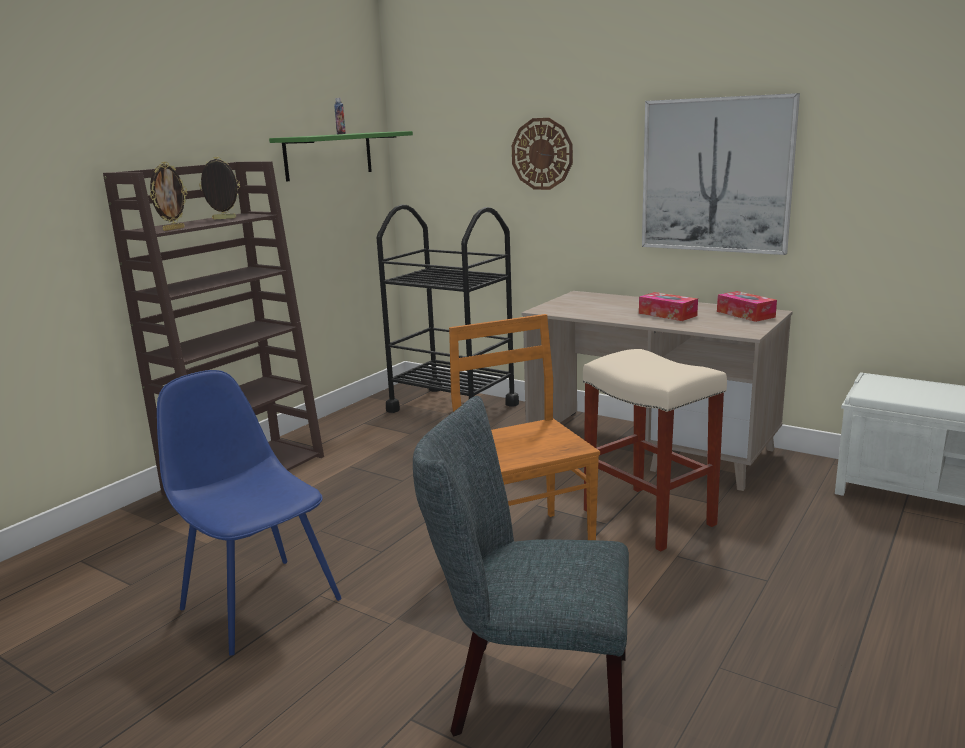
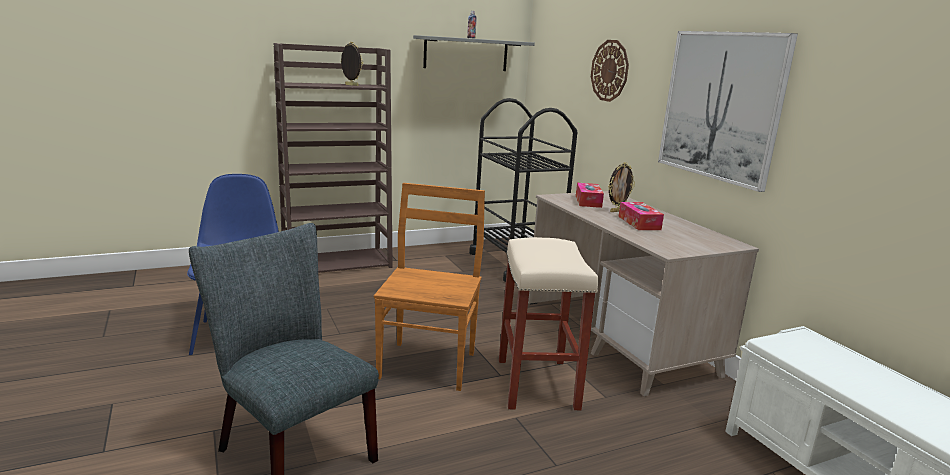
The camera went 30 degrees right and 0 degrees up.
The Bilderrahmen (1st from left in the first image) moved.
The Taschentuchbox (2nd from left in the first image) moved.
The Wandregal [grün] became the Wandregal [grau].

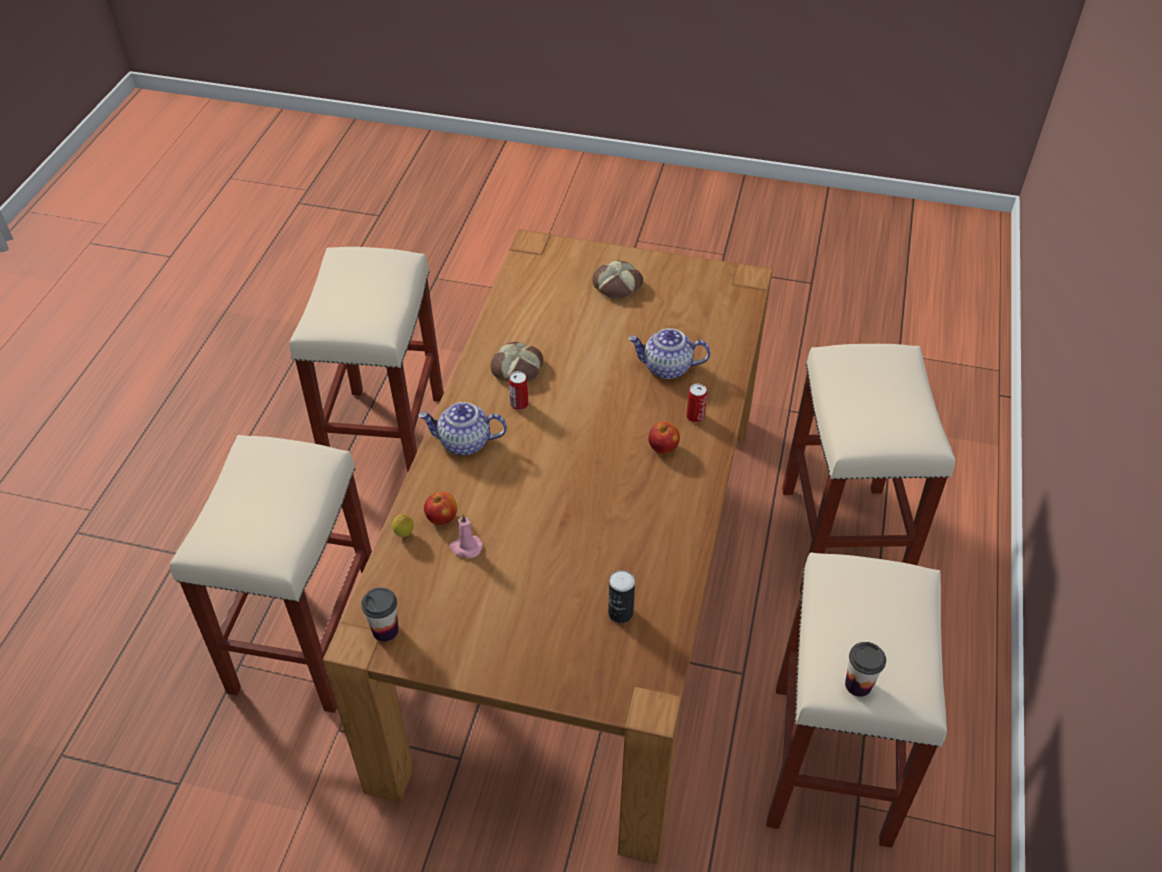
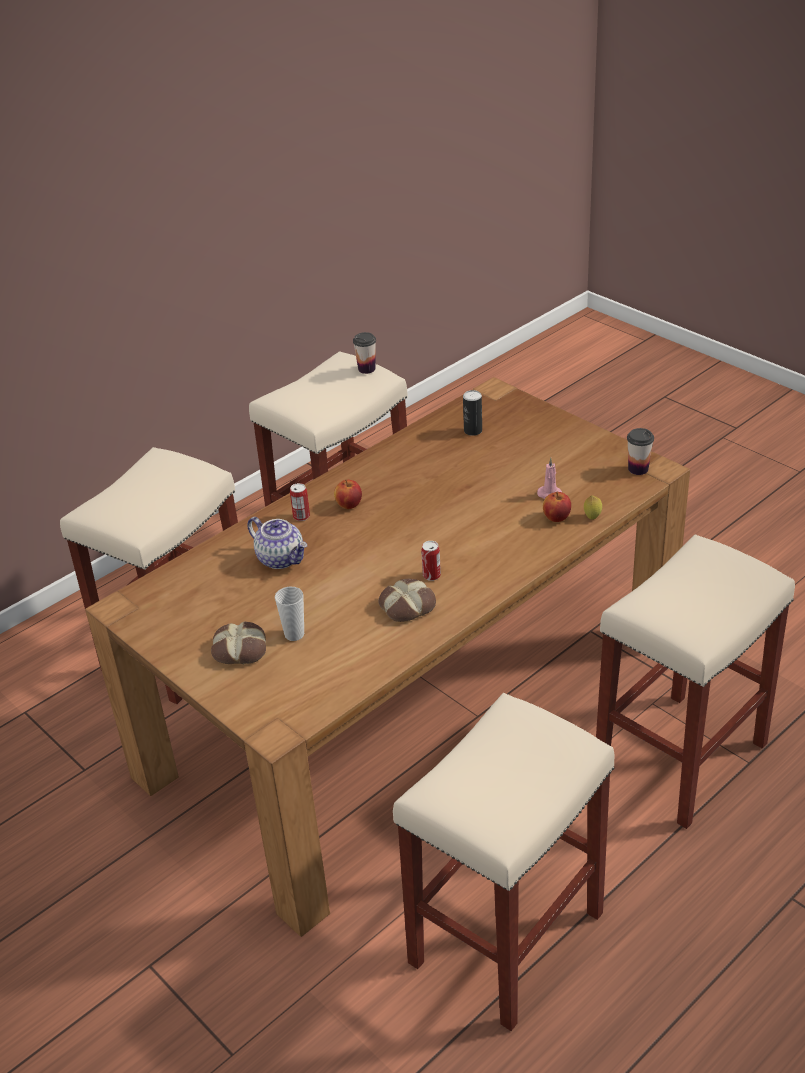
The camera went 145 degrees left and 10 degrees down.
The Teekanne (1st from left) disappeared.
The Tasse (1st from left) appeared.

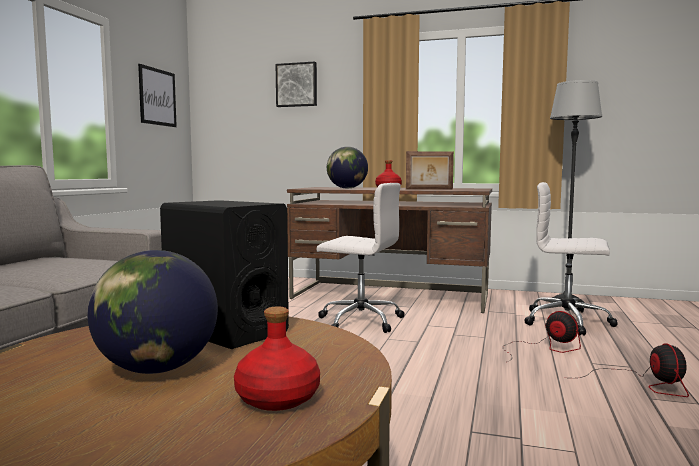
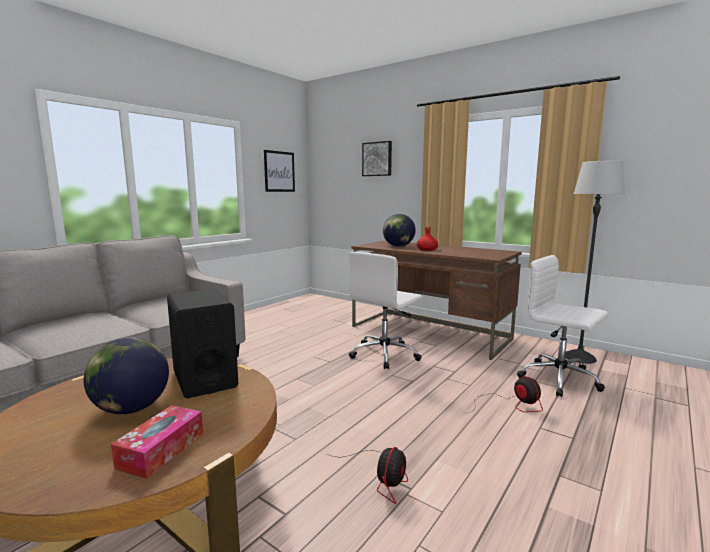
The camera went 20 degrees right and 5 degrees up.
The Bilderrahmen disappeared.
The Ventilator (2nd from left in the first image) moved.
The Flasche [rot] (1st from left) was replaced by the Taschentuchbox.
The Bürostuhl [weiß] (1st from left) turned 90 degrees clockwise.

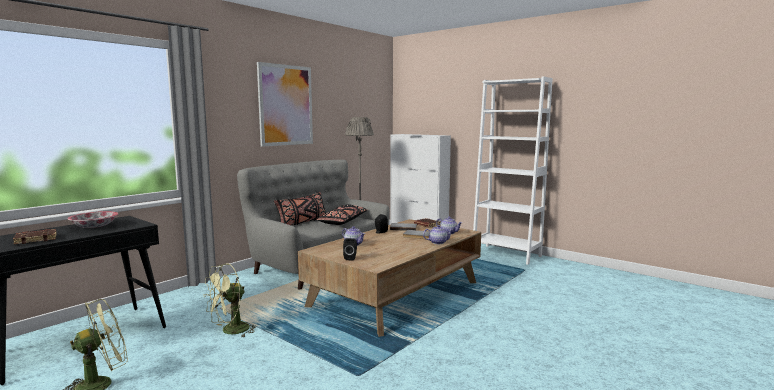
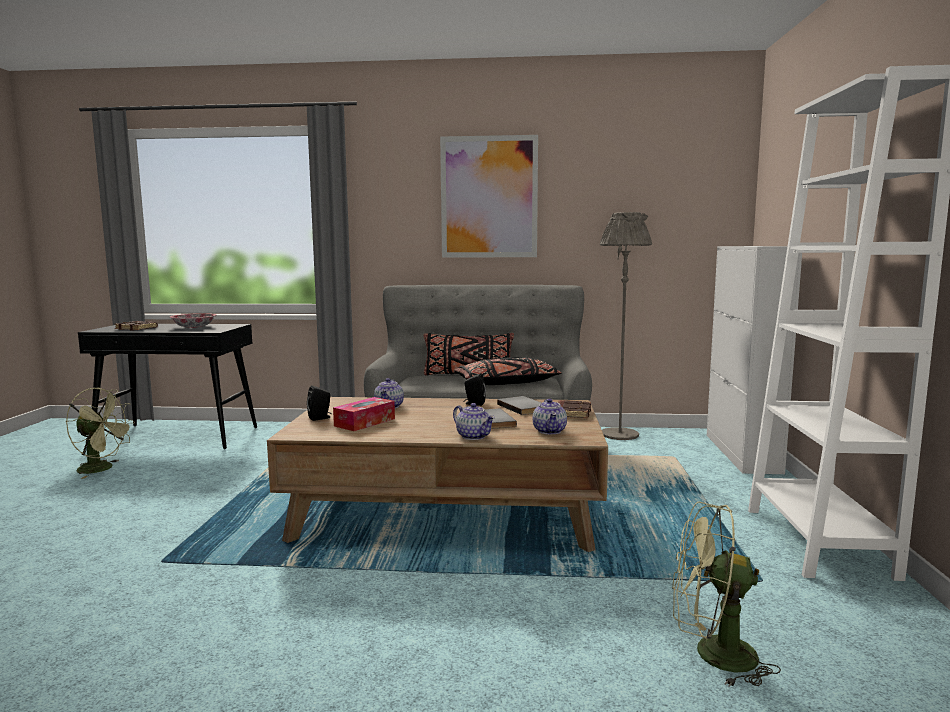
The camera went 55 degrees right and 0 degrees up.
The Taschentuchbox appeared.
The Ventilator [grün] (2nd from left) moved.

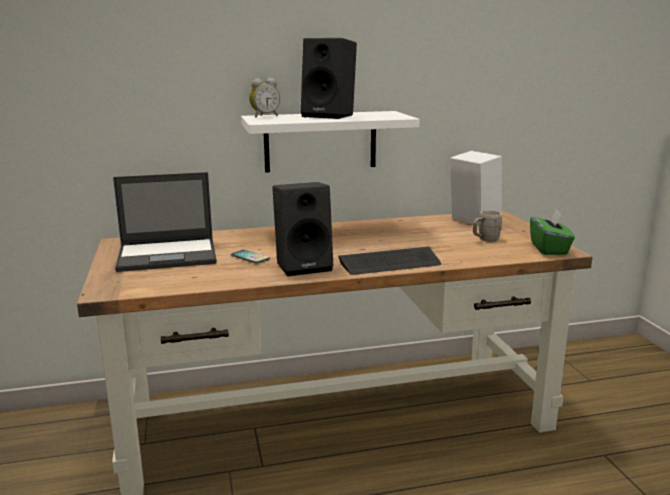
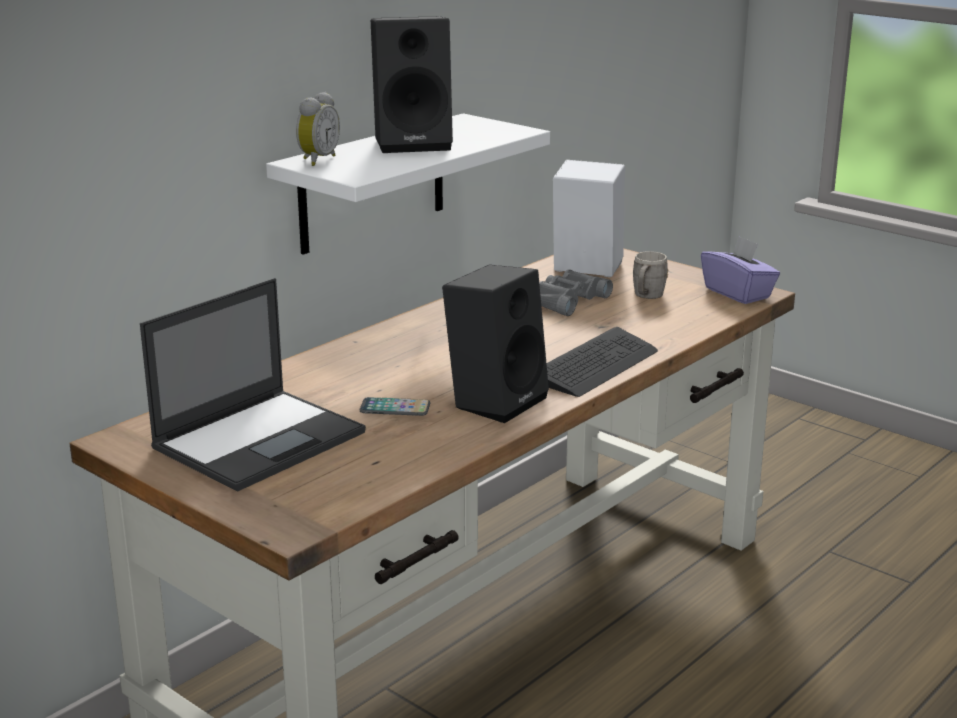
The camera went 35 degrees left and 5 degrees up.
The Fernglas [grau] appeared.
The Taschentuchbox [grün] became the Taschentuchbox [lila].

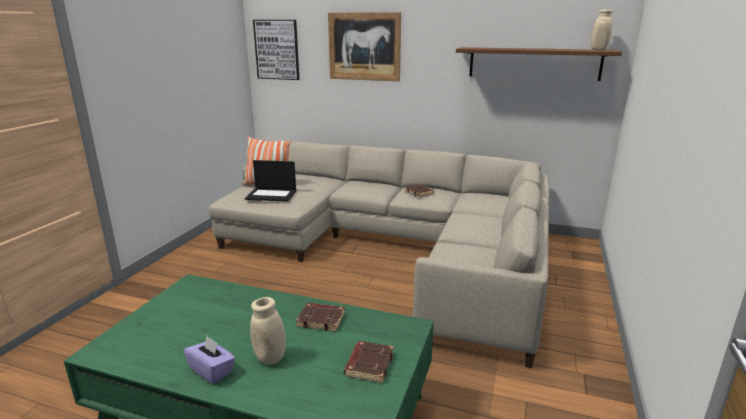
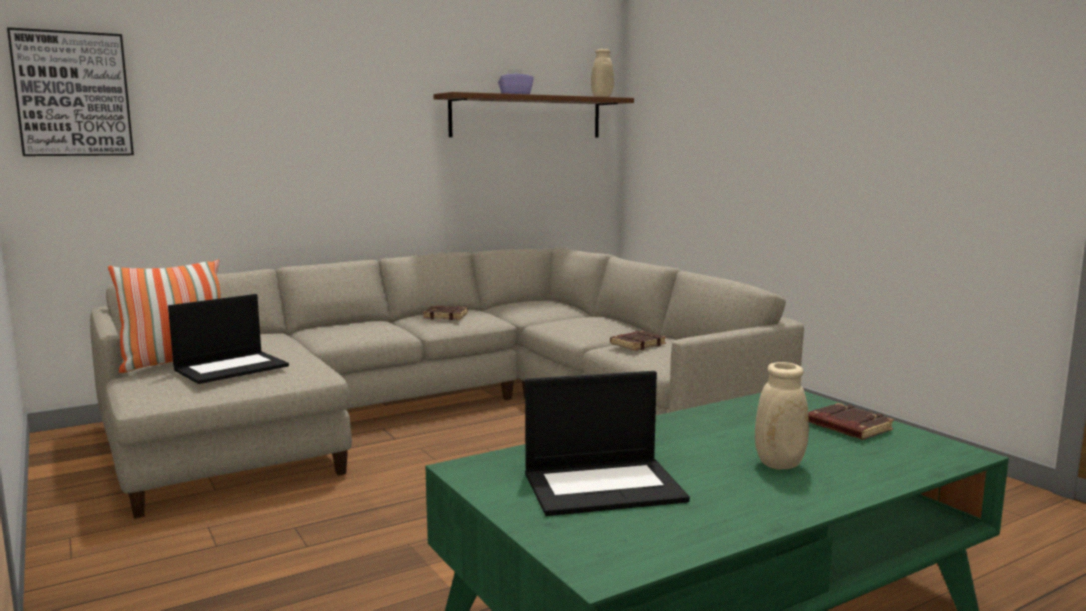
The camera went 50 degrees left and 10 degrees down.
The Bild (2nd from left) disappeared.
The Laptop (2nd from left) appeared.
The Taschentuchbox [lila] moved.
The Buch [braun] (1st from left in the first image) moved.

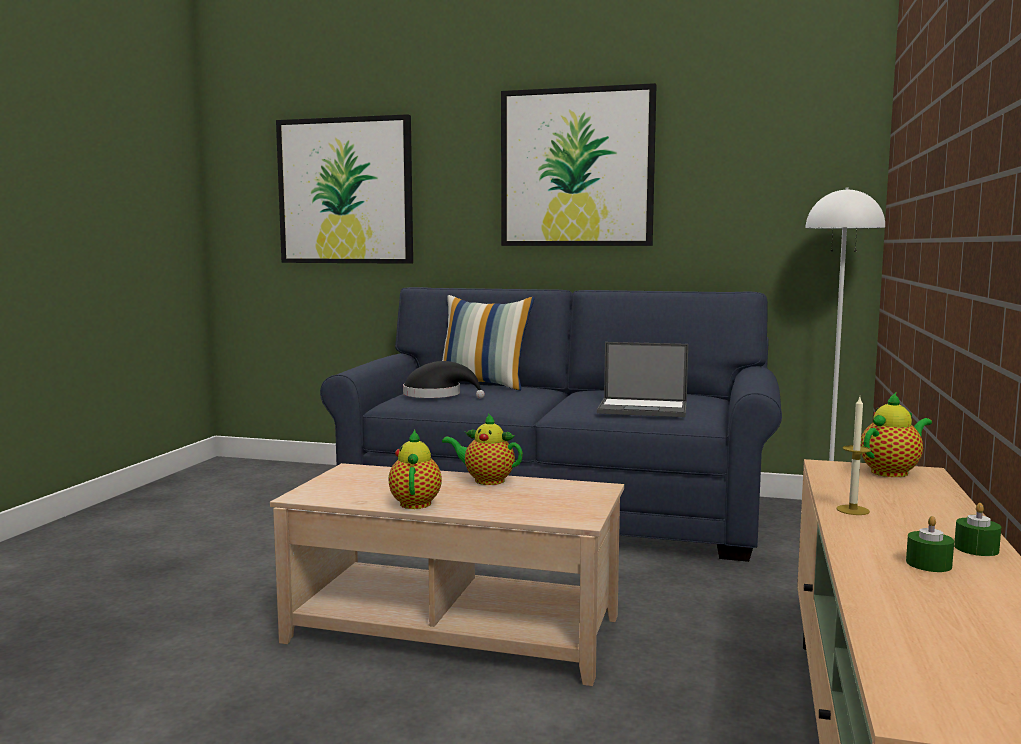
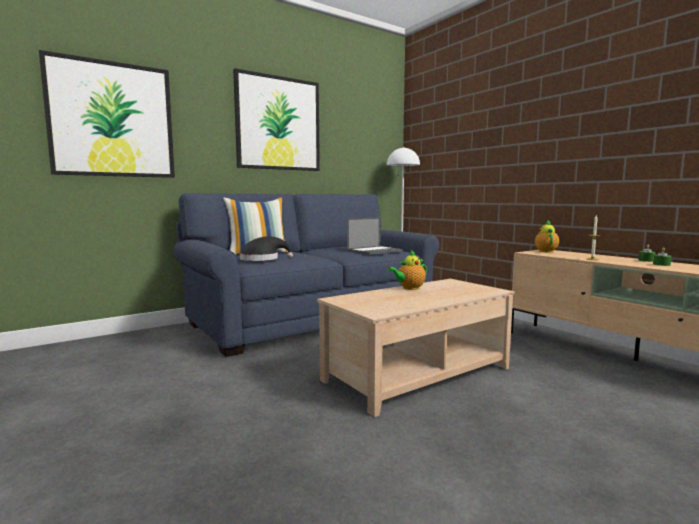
The camera went 50 degrees left and 0 degrees up.
The Teekanne (1st from left) disappeared.

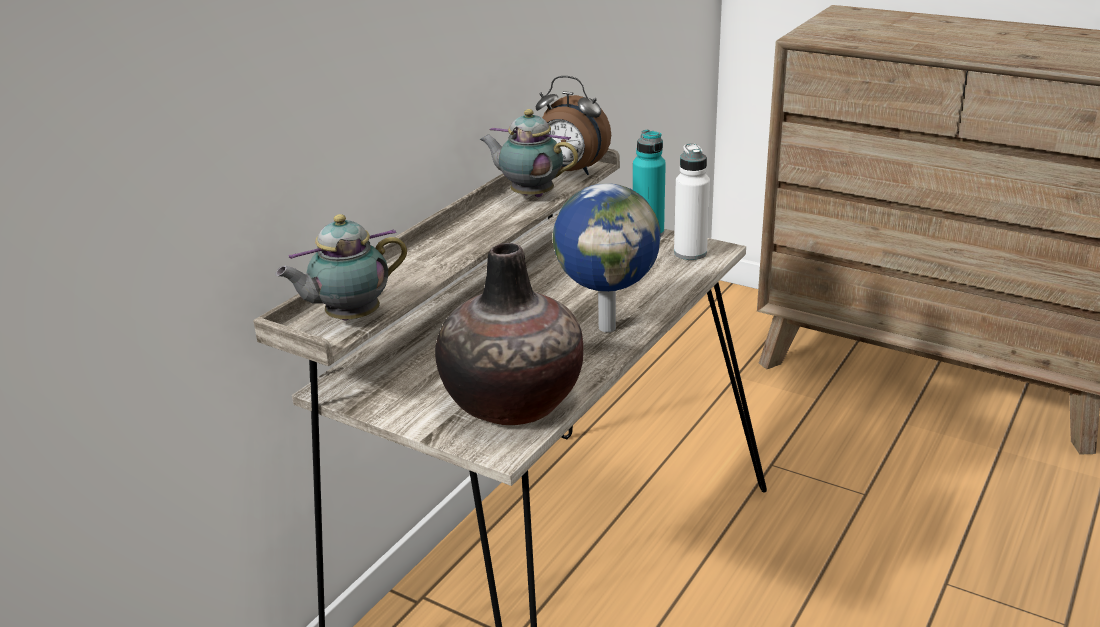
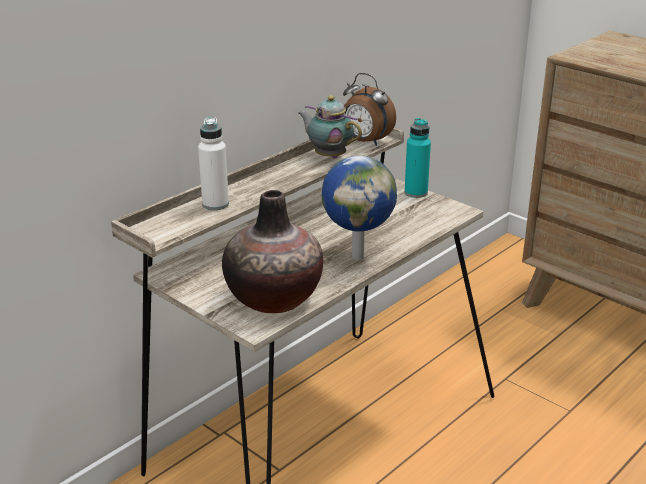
The camera went 10 degrees right and 0 degrees up.
The Teekanne (1st from left) disappeared.
The Flasche [weiß] moved.

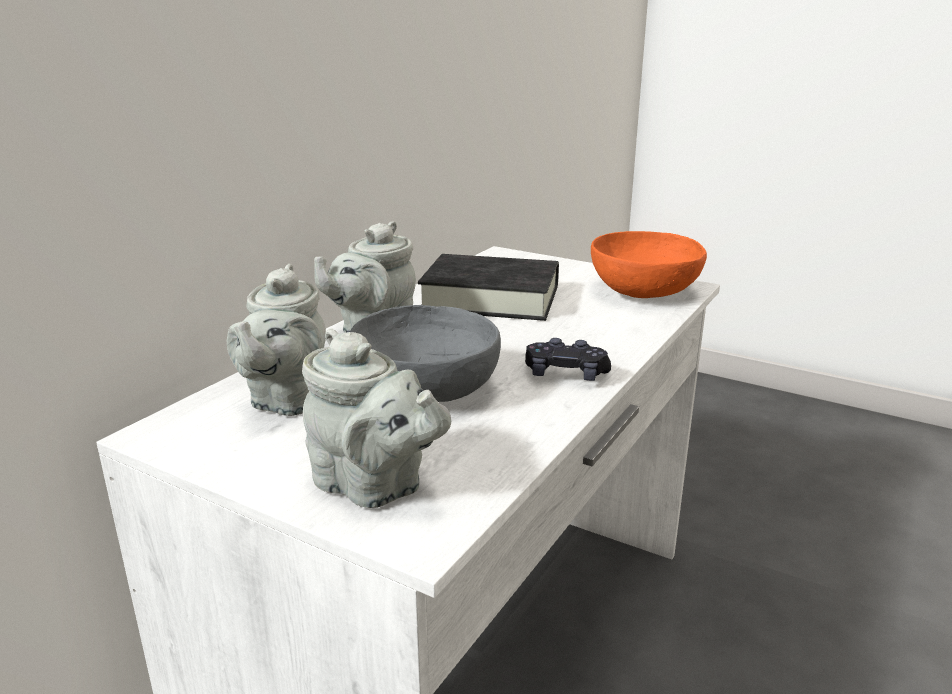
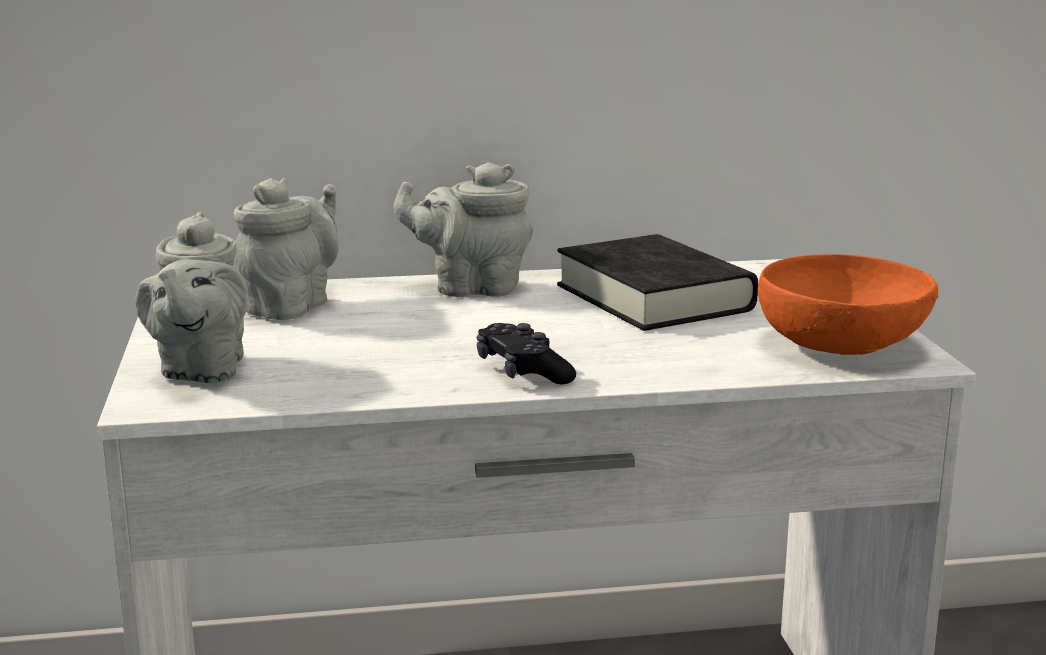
The camera went 50 degrees right and 5 degrees down.
The Schüssel [grau] disappeared.
The Teekanne [grau] (1st from left in the first image) turned 150 degrees clockwise.

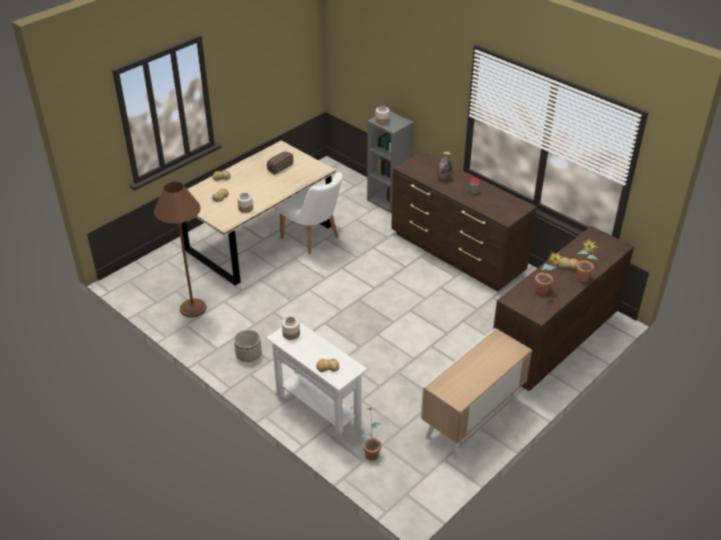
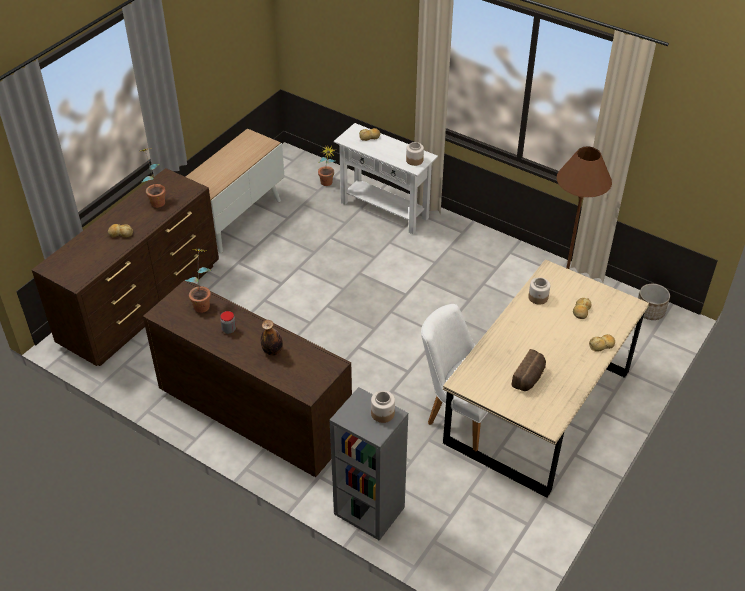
The camera went 170 degrees right and 5 degrees up.
The Pflanzkübel moved.
The Topfpflanze (3rd from left in the first image) moved.

